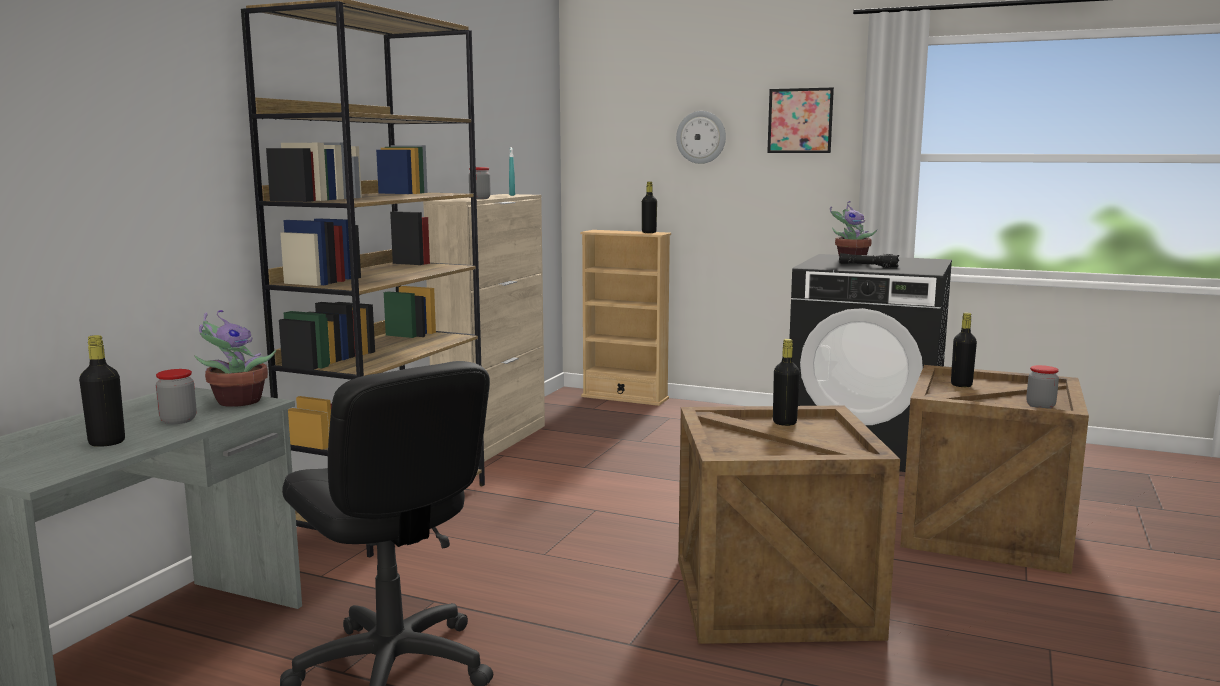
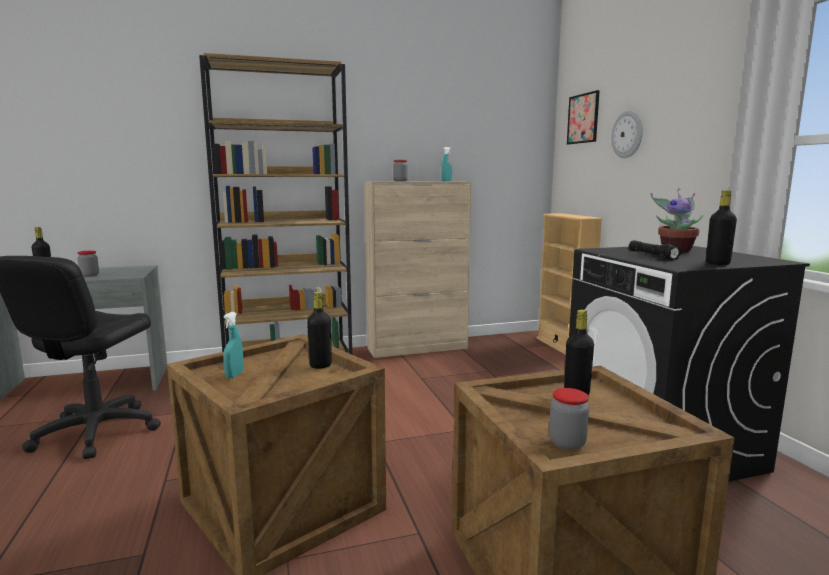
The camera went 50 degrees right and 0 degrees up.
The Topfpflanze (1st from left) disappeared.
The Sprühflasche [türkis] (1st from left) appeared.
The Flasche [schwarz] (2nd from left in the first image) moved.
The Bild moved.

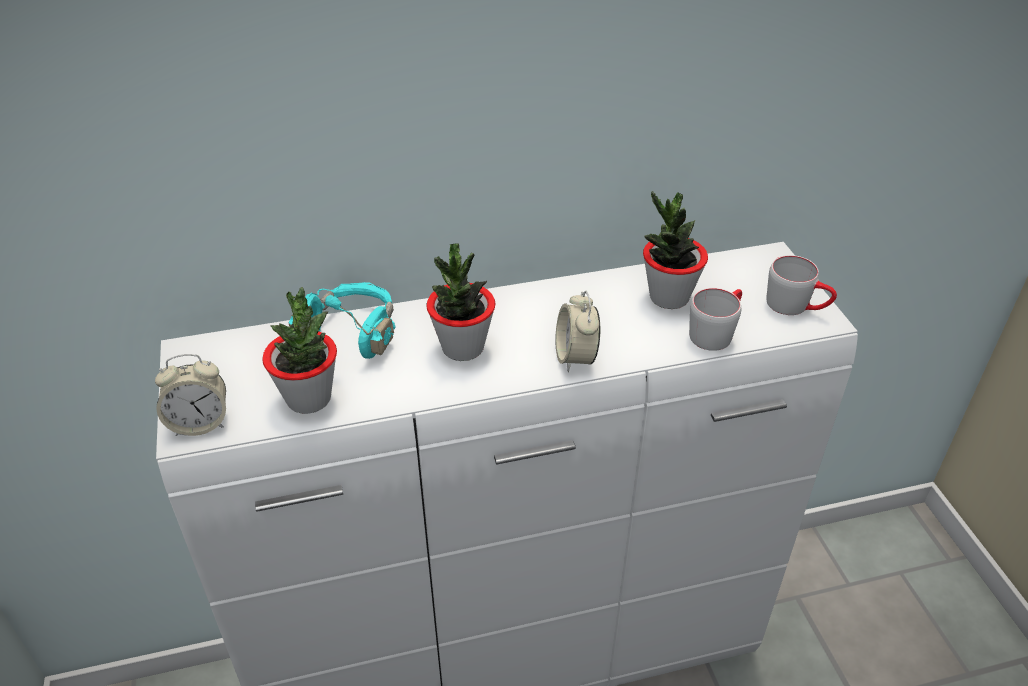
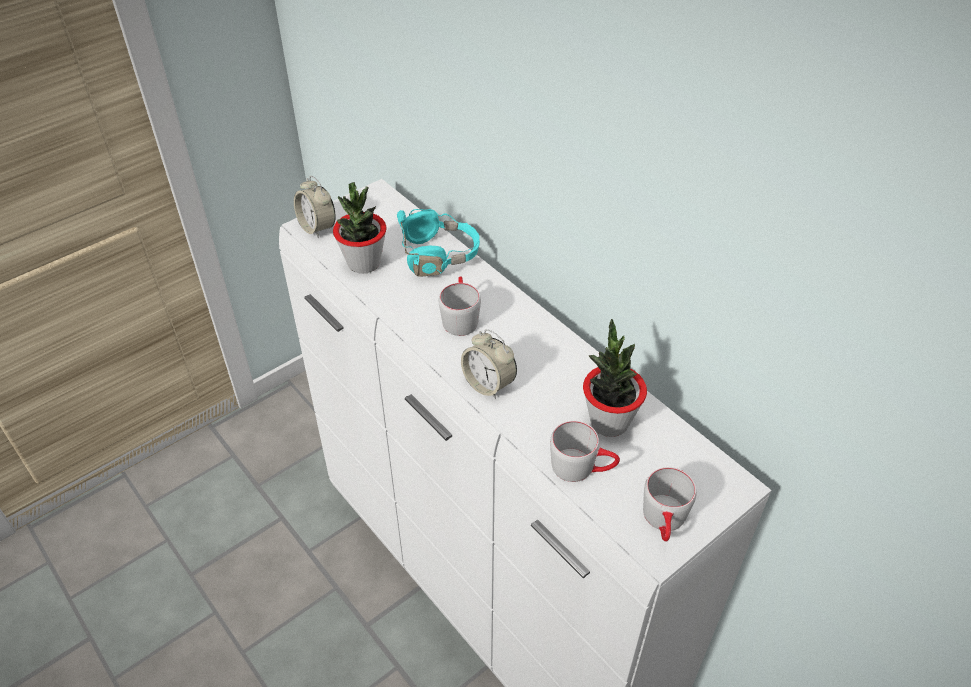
The camera went 65 degrees right and 5 degrees up.
The Topfpflanze (2nd from left) was replaced by the Henkelbecher [grau] (1st from left).
The Wecker (2nd from left) turned 105 degrees counterclockwise.

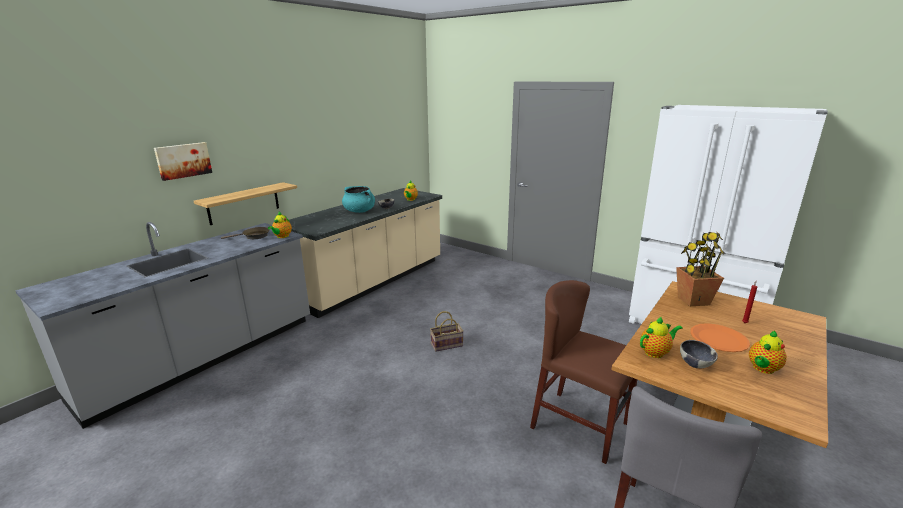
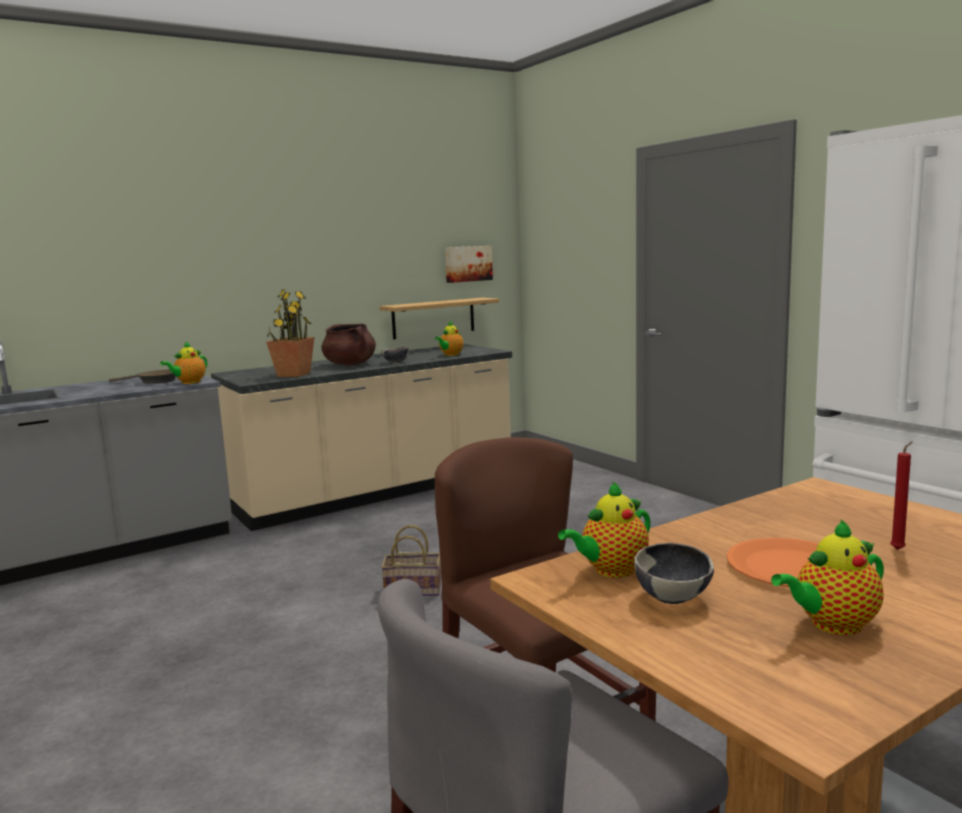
The camera went 20 degrees right and 10 degrees down.
The Bild moved.
The Wandregal moved.
The Topfpflanze moved.
The Kochtopf [türkis] became the Kochtopf [braun].
The Teekanne (3rd from left) turned 150 degrees clockwise.

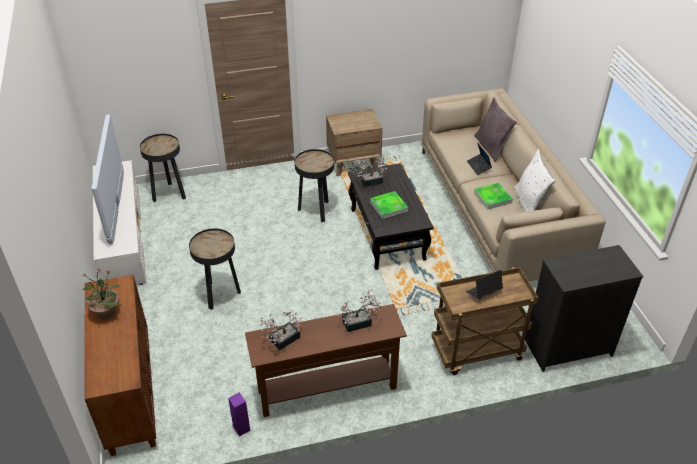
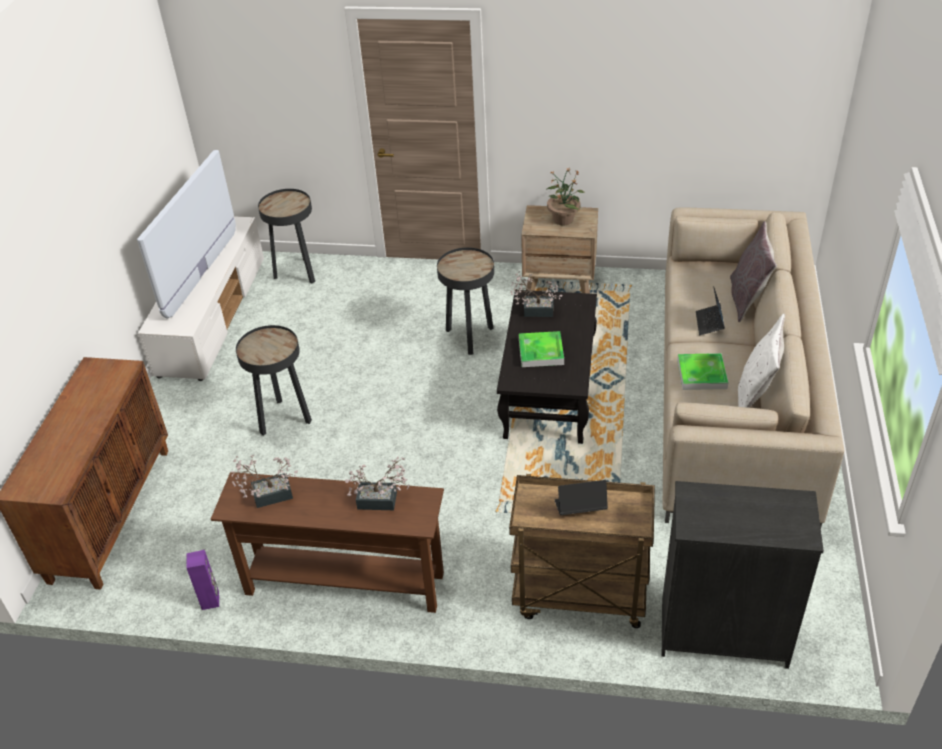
The camera went 25 degrees right and 0 degrees up.
The Topfpflanze (1st from left in the first image) moved.

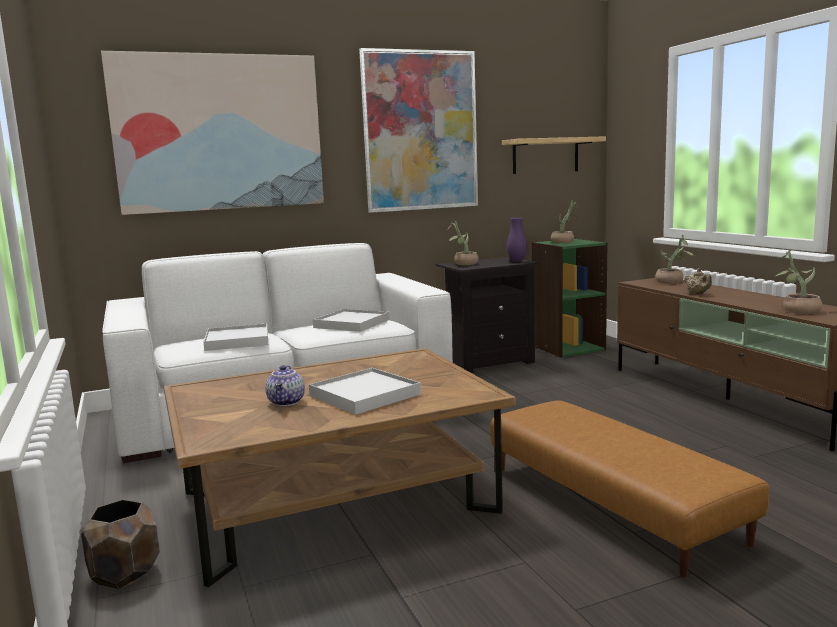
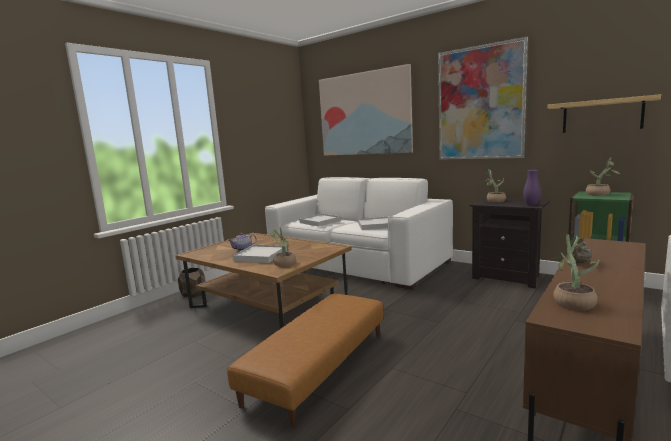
The camera went 60 degrees right and 0 degrees up.
The Topfpflanze (3rd from left in the first image) moved.

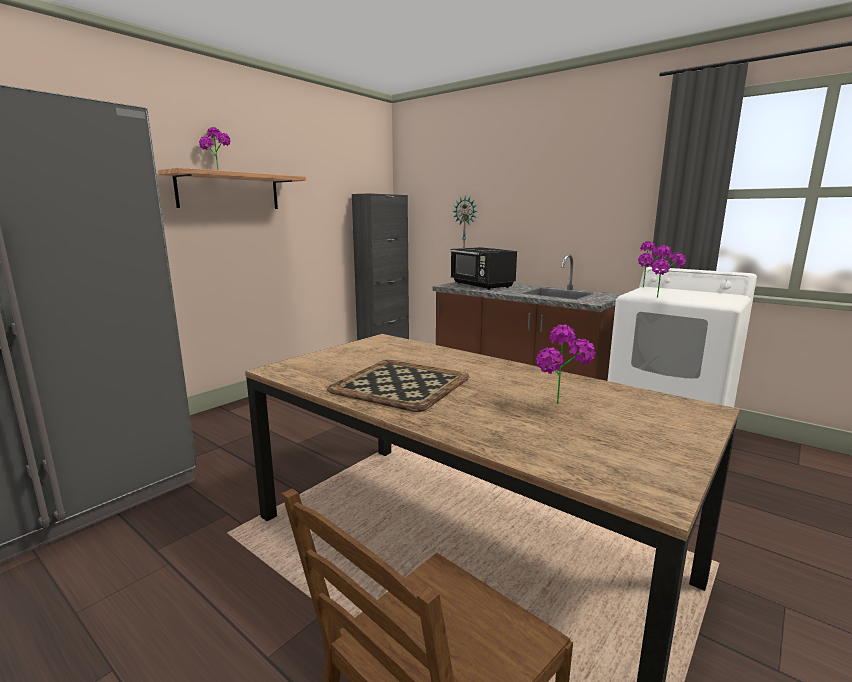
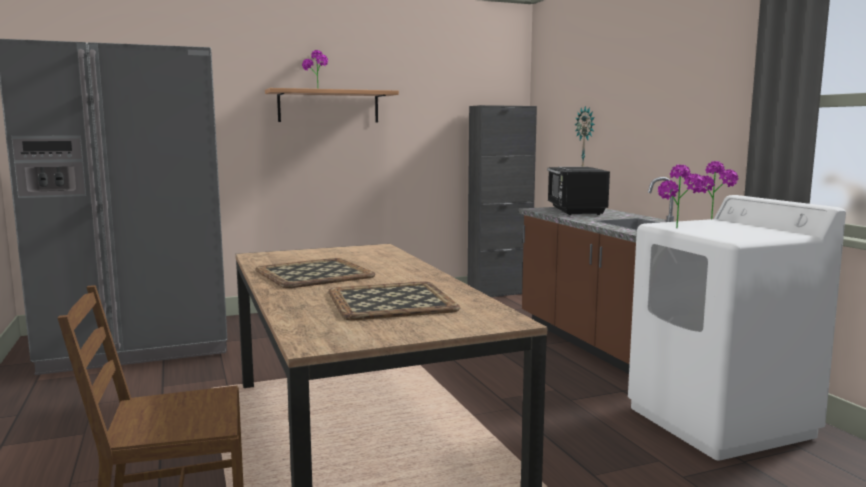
The camera went 30 degrees right and 5 degrees down.
The Topfpflanze (2nd from left) was replaced by the Tablett (2nd from left).

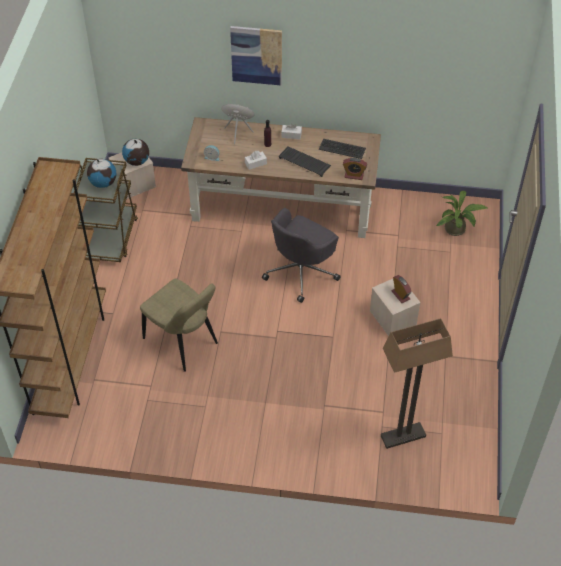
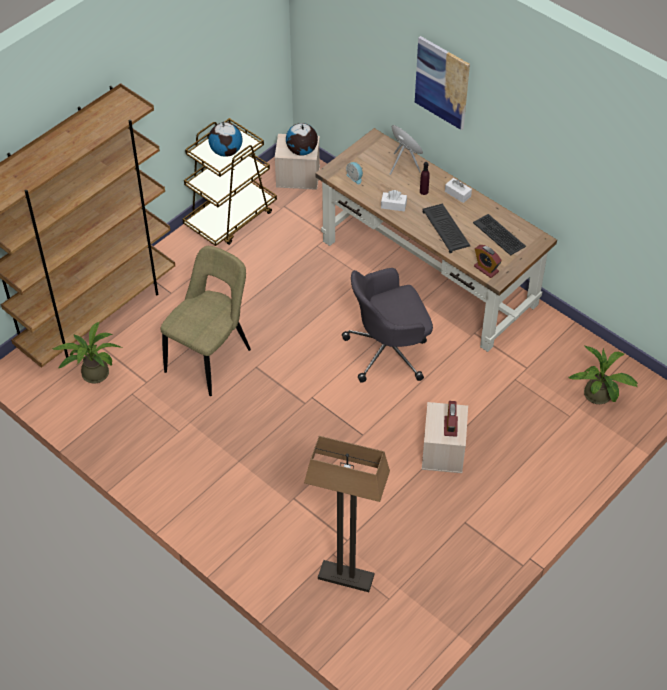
The camera went 35 degrees right and 0 degrees up.
The Topfpflanze (1st from left) appeared.
The Stuhl [beige] turned 135 degrees counterclockwise.

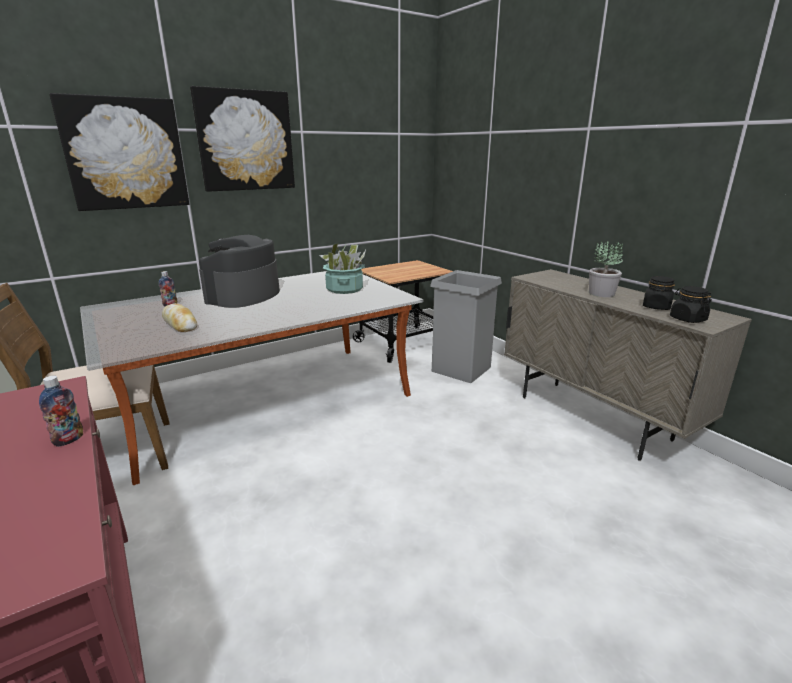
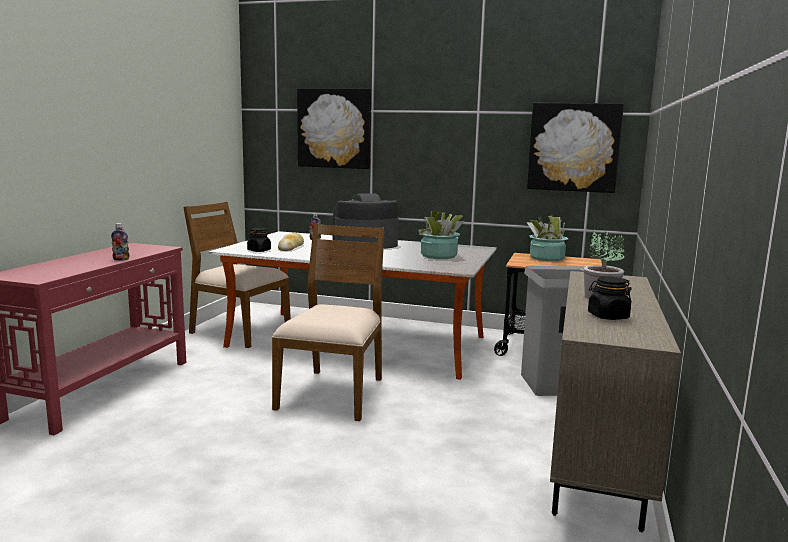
The camera went 50 degrees right and 10 degrees down.
The Stuhl [braun] (2nd from left) appeared.
The Topfpflanze (2nd from left) appeared.
The Bild (2nd from left) moved.
The Vorratsglas [schwarz] (2nd from left in the first image) moved.

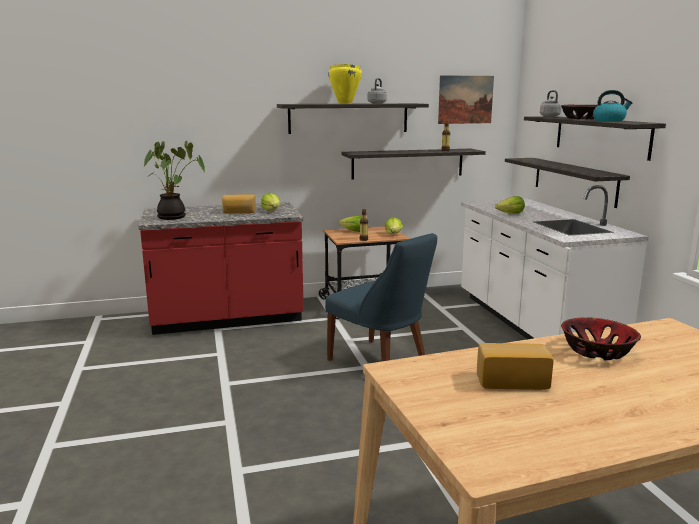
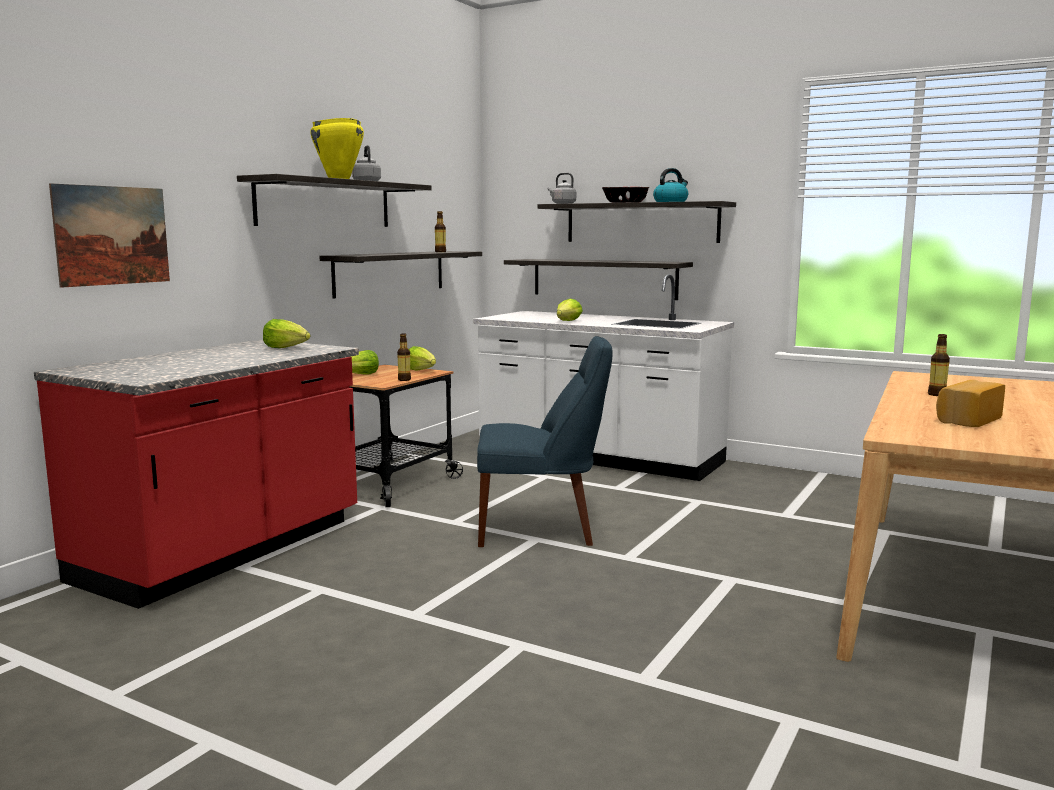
The camera went 45 degrees left and 5 degrees down.
The Topfpflanze disappeared.
The Brot (1st from left) disappeared.
The Bild moved.
The Schüssel (2nd from left) was replaced by the Flasche (3rd from left).

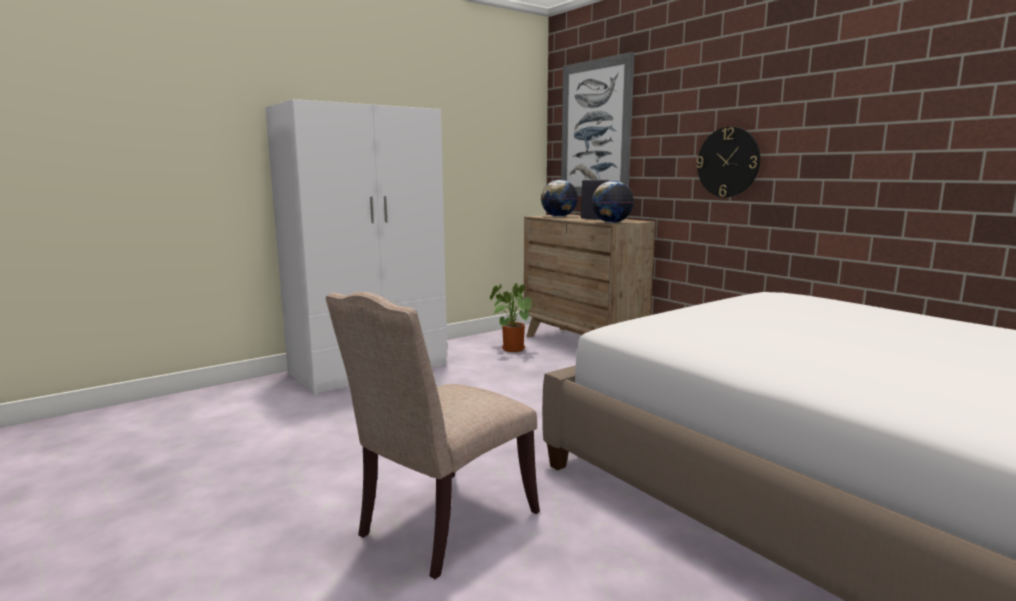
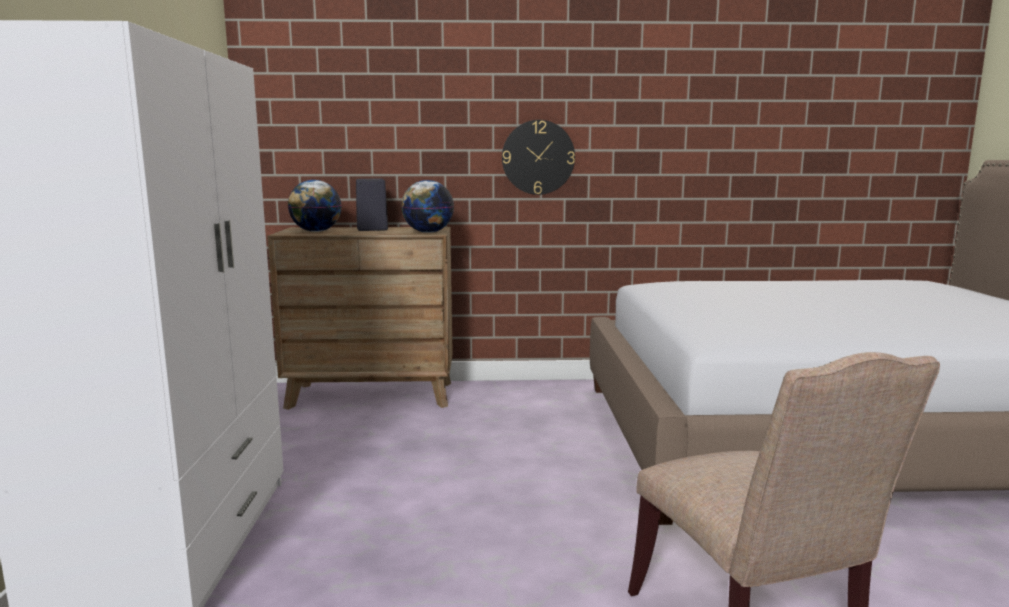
The camera went 55 degrees left and 0 degrees up.
The Topfpflanze disappeared.
The Bild disappeared.

